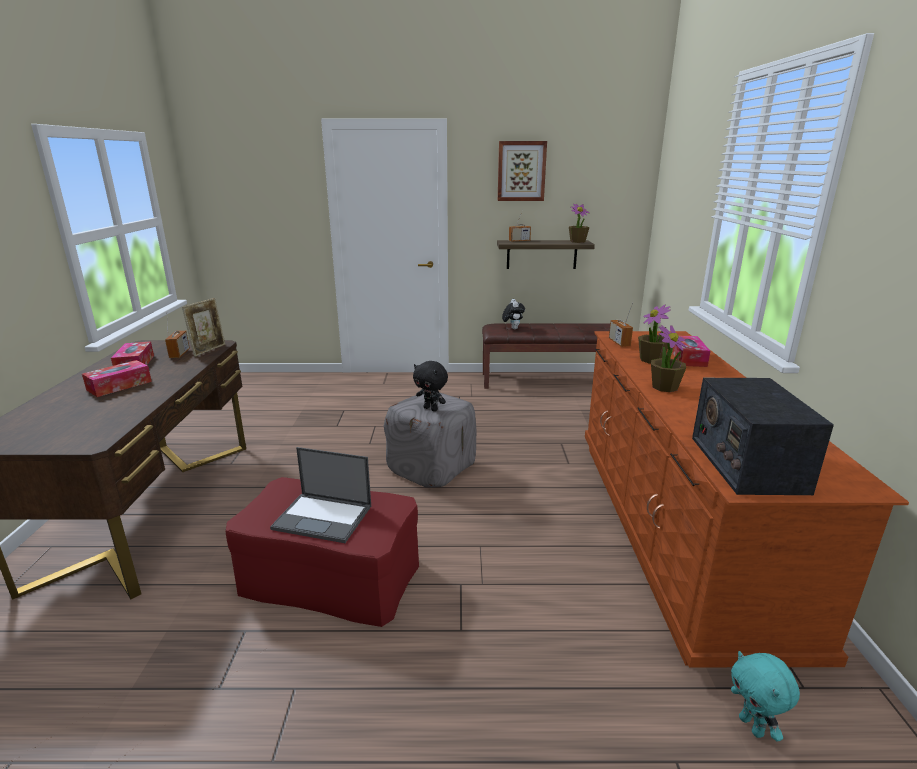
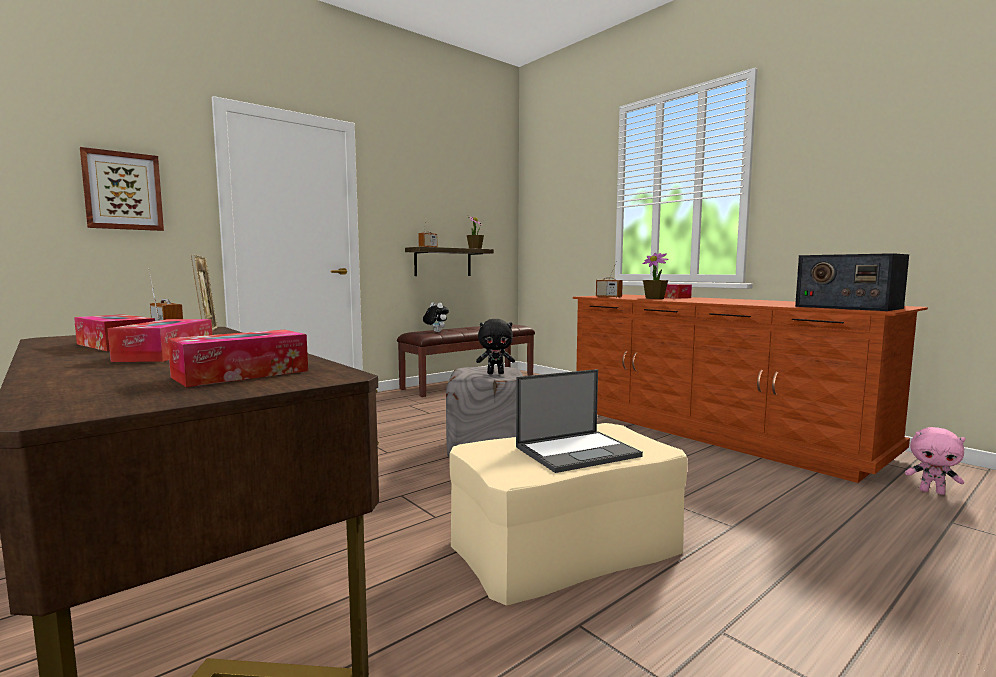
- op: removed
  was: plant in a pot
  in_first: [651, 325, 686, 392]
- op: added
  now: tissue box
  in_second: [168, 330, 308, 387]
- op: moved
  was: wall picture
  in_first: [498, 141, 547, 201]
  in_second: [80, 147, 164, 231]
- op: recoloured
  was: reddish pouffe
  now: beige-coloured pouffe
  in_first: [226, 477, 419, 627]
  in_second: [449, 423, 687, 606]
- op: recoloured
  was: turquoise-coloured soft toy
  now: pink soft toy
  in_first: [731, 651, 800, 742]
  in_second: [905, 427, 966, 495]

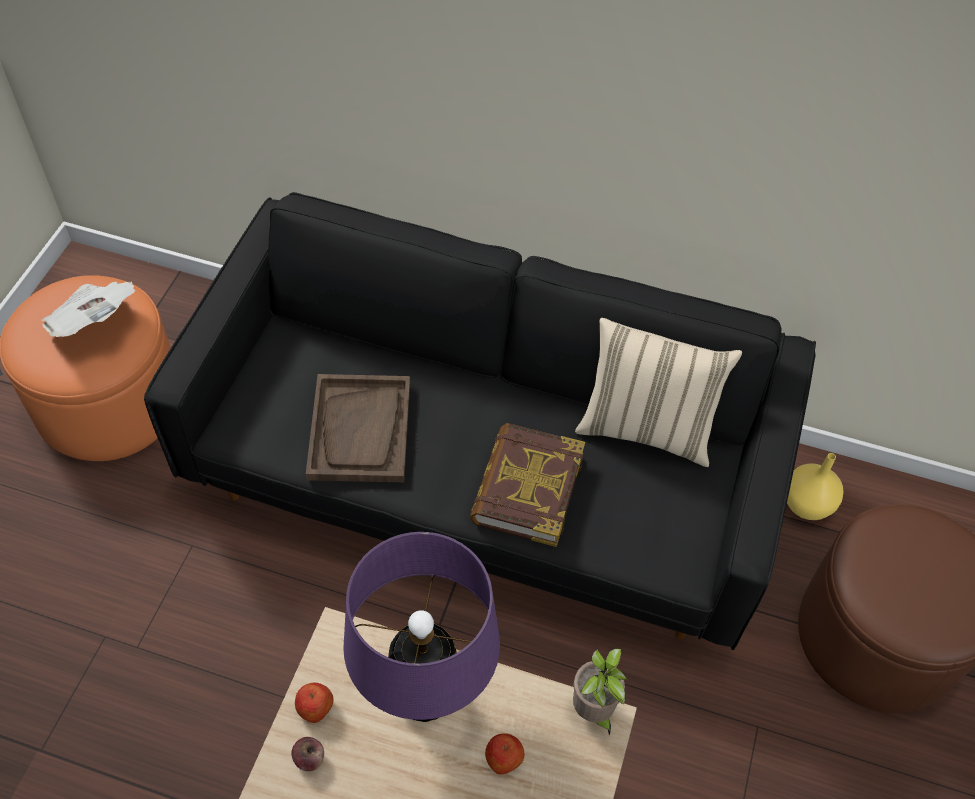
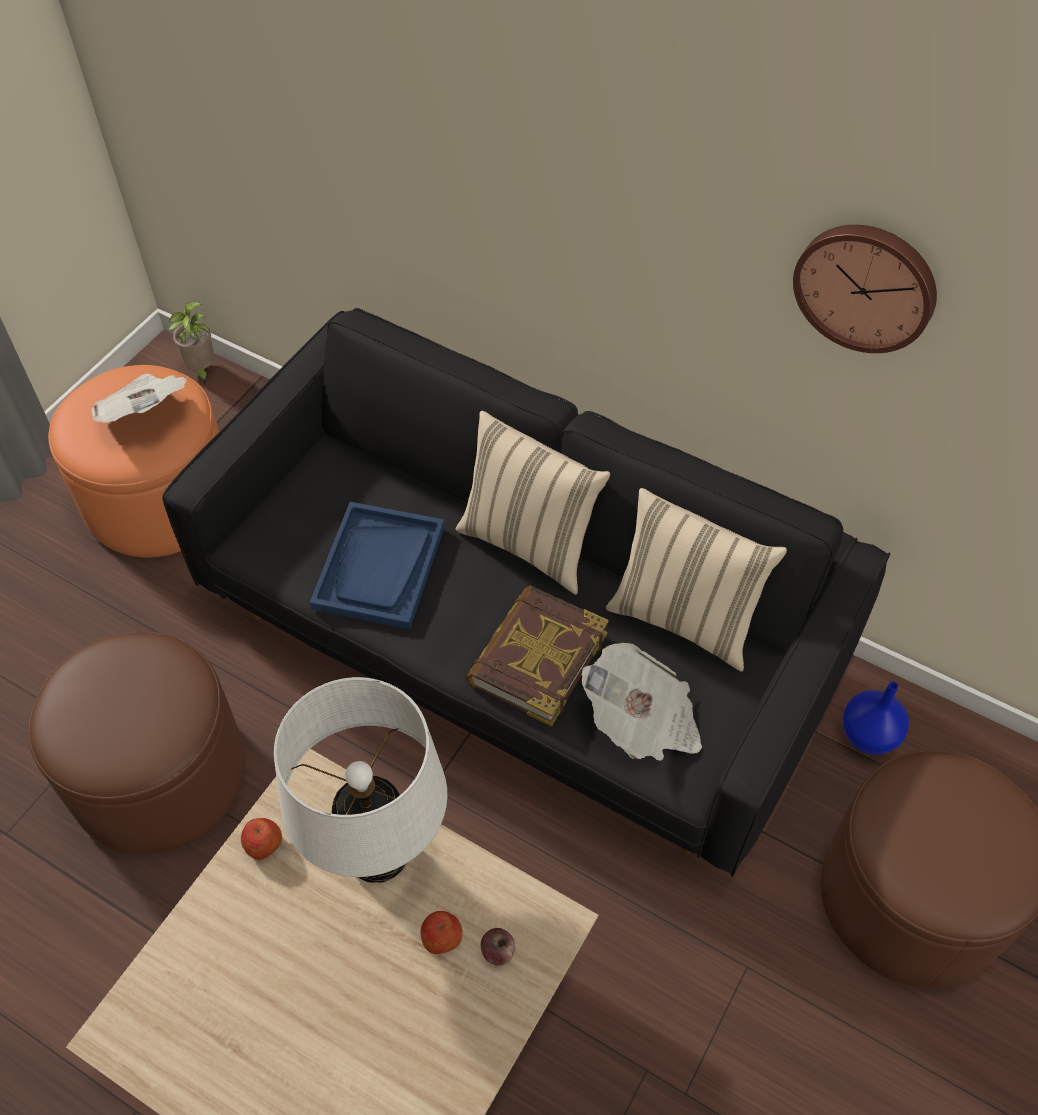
- op: added
  now: brown pouffe
  in_second: [28, 632, 245, 854]
- op: added
  now: beige-coloured throw pillow
  in_second: [456, 411, 610, 595]
- op: added
  now: newspaper
  in_second: [582, 643, 702, 761]
- op: added
  now: wall clock
  in_second: [793, 225, 937, 353]
- op: moved
  was: whole apple
  in_first: [291, 737, 324, 771]
  in_second: [481, 928, 515, 966]
- op: moved
  was: plant in a pot
  in_first: [573, 648, 627, 736]
  in_second: [168, 302, 215, 385]
- op: recoloured
  was: brown carrying tray
  now: blue carrying tray
  in_first: [306, 374, 410, 482]
  in_second: [310, 502, 445, 629]
- op: recoloured
  was: purplish tabletop lamp
  now: white-coloured tabletop lamp
  in_first: [343, 532, 500, 722]
  in_second: [274, 677, 447, 883]
- op: recoloured
  was: yellow-coloured flower vase
  now: blue flower vase
  in_first: [787, 453, 844, 520]
  in_second: [842, 682, 909, 755]

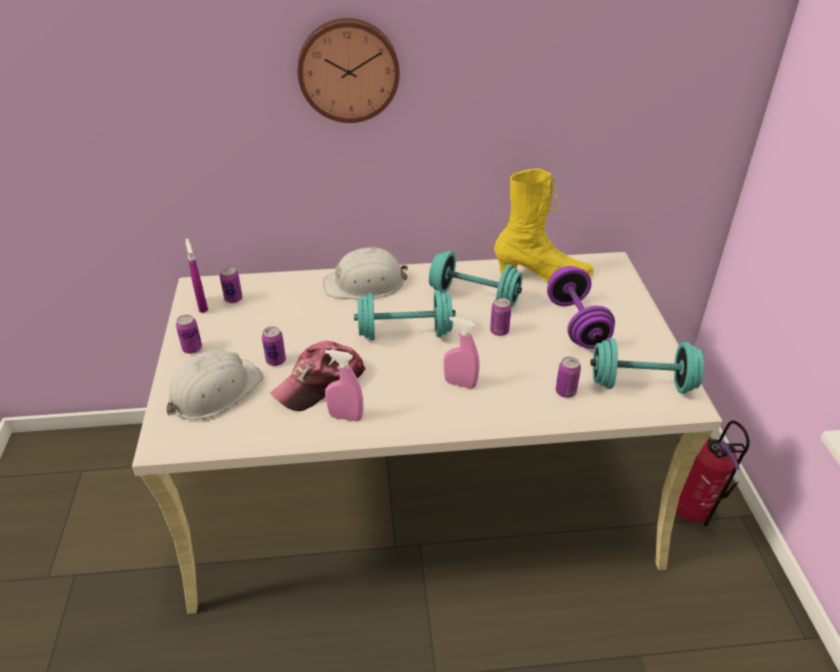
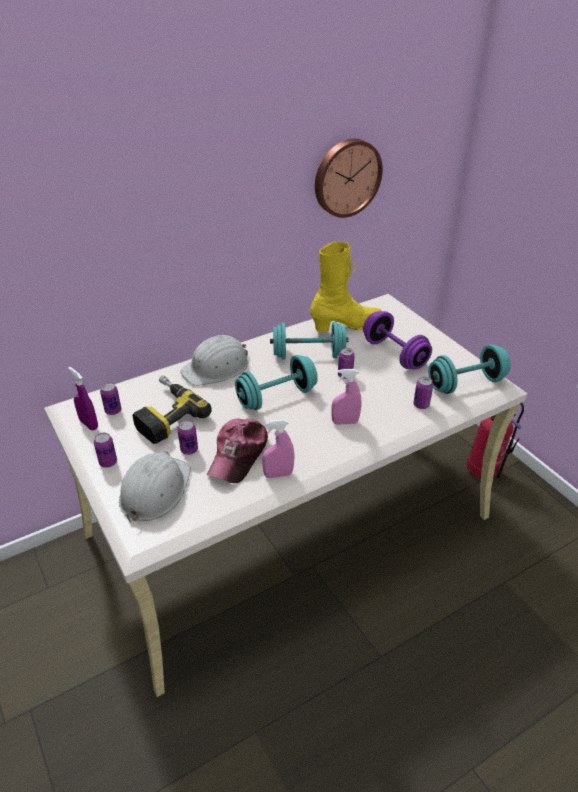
- op: added
  now: drill
  in_second: [133, 376, 212, 444]
- op: moved
  was: wall clock
  in_first: [298, 18, 400, 123]
  in_second: [315, 139, 383, 218]

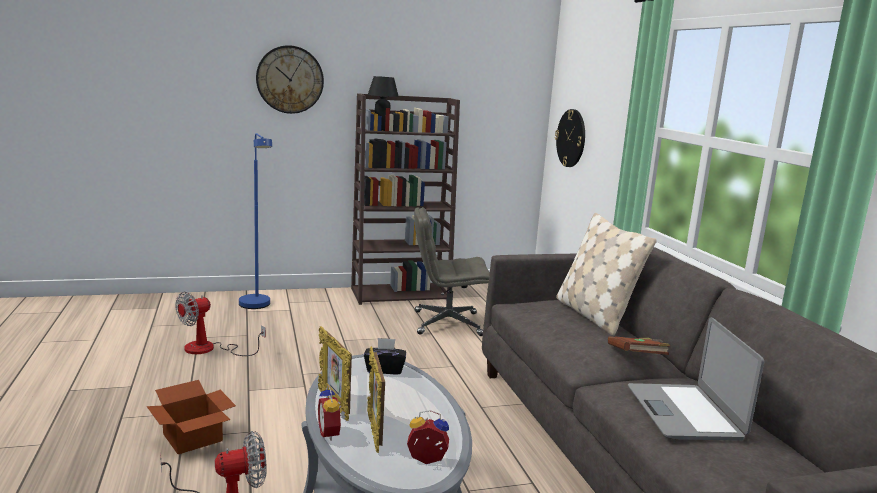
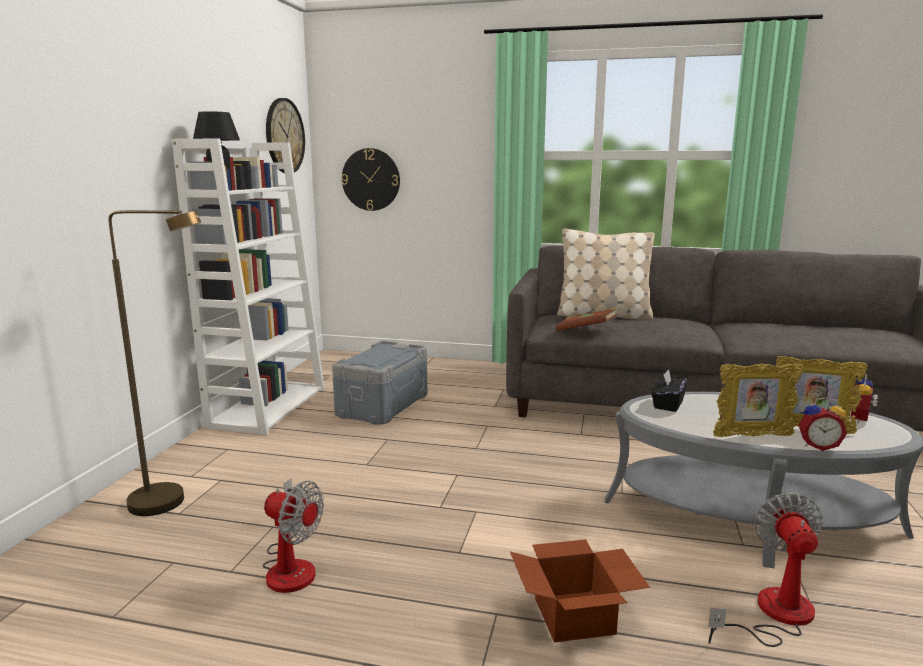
- op: removed
  was: notebook computer
  in_first: [628, 317, 764, 441]
- op: moved
  was: wall clock
  in_first: [256, 45, 324, 114]
  in_second: [266, 98, 305, 173]
- op: moved
  was: brown book
  in_first: [608, 336, 670, 355]
  in_second: [556, 307, 617, 331]
- op: replaced
  was: grey computer chair
  now: grey storage container
  in_first: [414, 207, 490, 336]
  in_second: [332, 341, 427, 425]
- op: recoloured
  was: blue floor lamp
  now: brown floor lamp
  in_first: [239, 133, 272, 309]
  in_second: [109, 210, 201, 516]
- op: recoloured
  was: brown bookshelf
  now: white-coloured bookshelf
  in_first: [351, 93, 460, 305]
  in_second: [172, 138, 325, 435]
- op: turned
  was: electric fan
  in_first: [176, 291, 266, 356]
  in_second: [263, 479, 324, 593]
  clockwise: -45

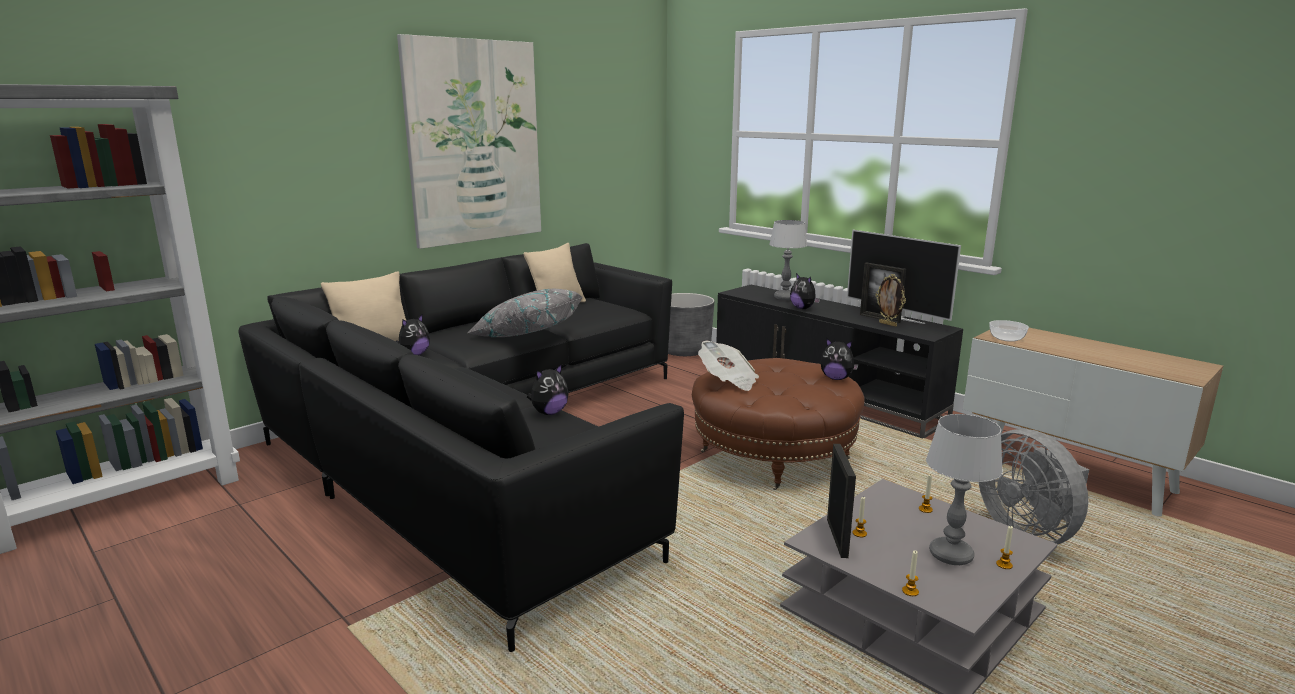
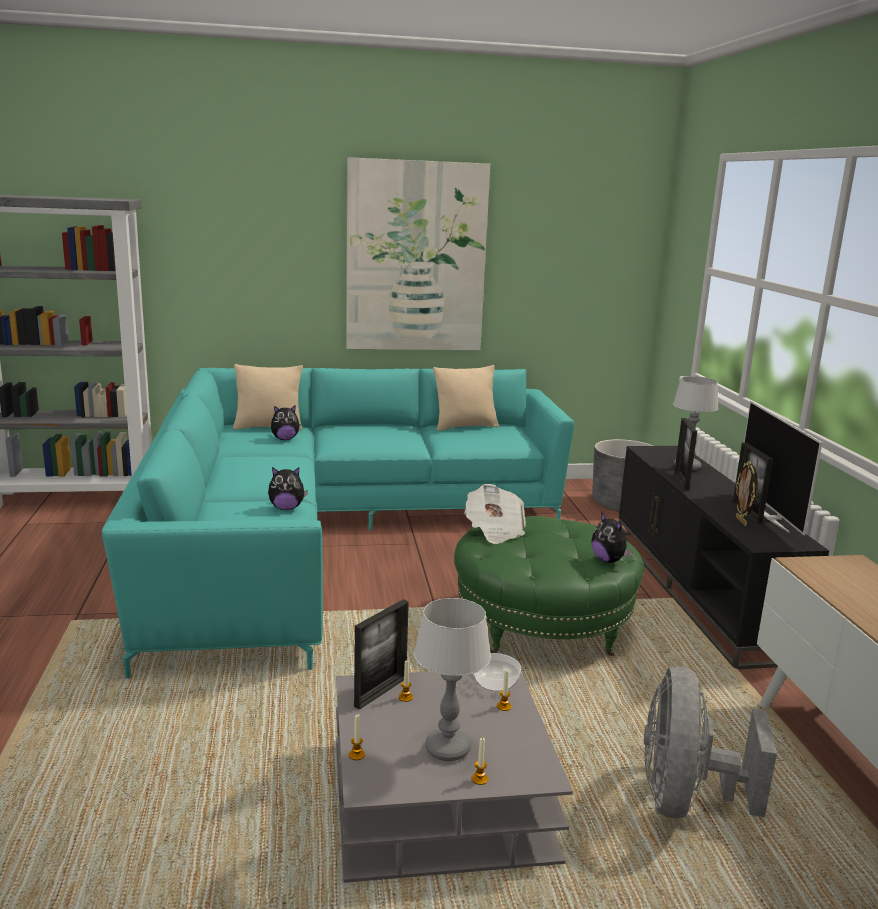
- op: removed
  was: grey throw pillow
  in_first: [468, 289, 583, 337]
- op: moved
  was: deep dish
  in_first: [989, 320, 1029, 342]
  in_second: [473, 653, 521, 691]
- op: replaced
  was: soft toy
  now: picture frame
  in_first: [790, 273, 820, 309]
  in_second: [674, 418, 697, 491]
- op: recoloured
  was: black-coloured couch
  now: turquoise-coloured couch
  in_first: [239, 243, 684, 652]
  in_second: [102, 368, 574, 679]
- op: recoloured
  was: brown pouffe
  now: greenish pouffe
  in_first: [692, 358, 865, 490]
  in_second: [454, 516, 644, 656]

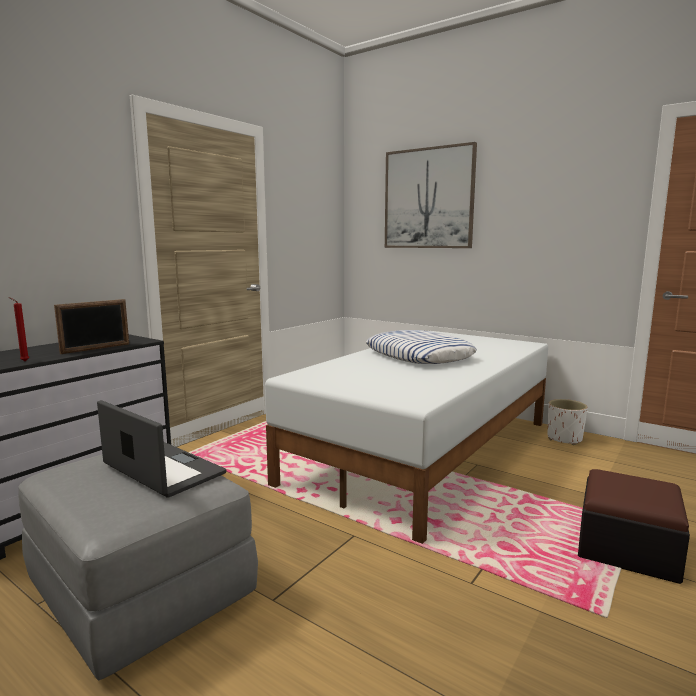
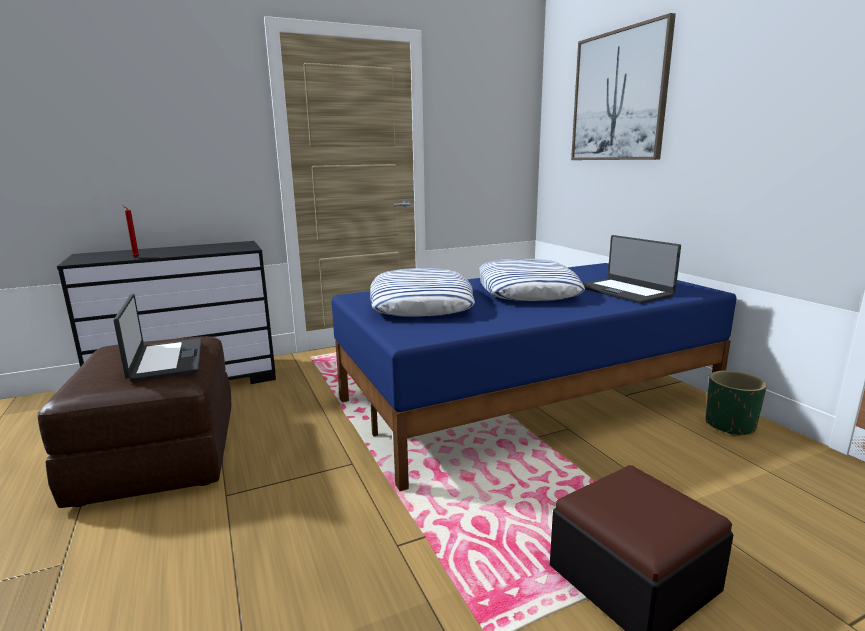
- op: removed
  was: picture frame
  in_first: [54, 299, 129, 354]
- op: added
  now: throw pillow
  in_second: [370, 268, 475, 317]
- op: added
  now: notebook computer
  in_second: [583, 235, 681, 304]
- op: recoloured
  was: grey pouffe
  now: brown pouffe
  in_first: [18, 455, 258, 681]
  in_second: [38, 336, 231, 508]
- op: recoloured
  was: white-coloured bed
  now: blue bed
  in_first: [265, 331, 548, 544]
  in_second: [332, 263, 736, 491]
- op: recoloured
  was: white-coloured flower pot
  now: greenish flower pot
  in_first: [548, 399, 588, 445]
  in_second: [706, 370, 767, 436]

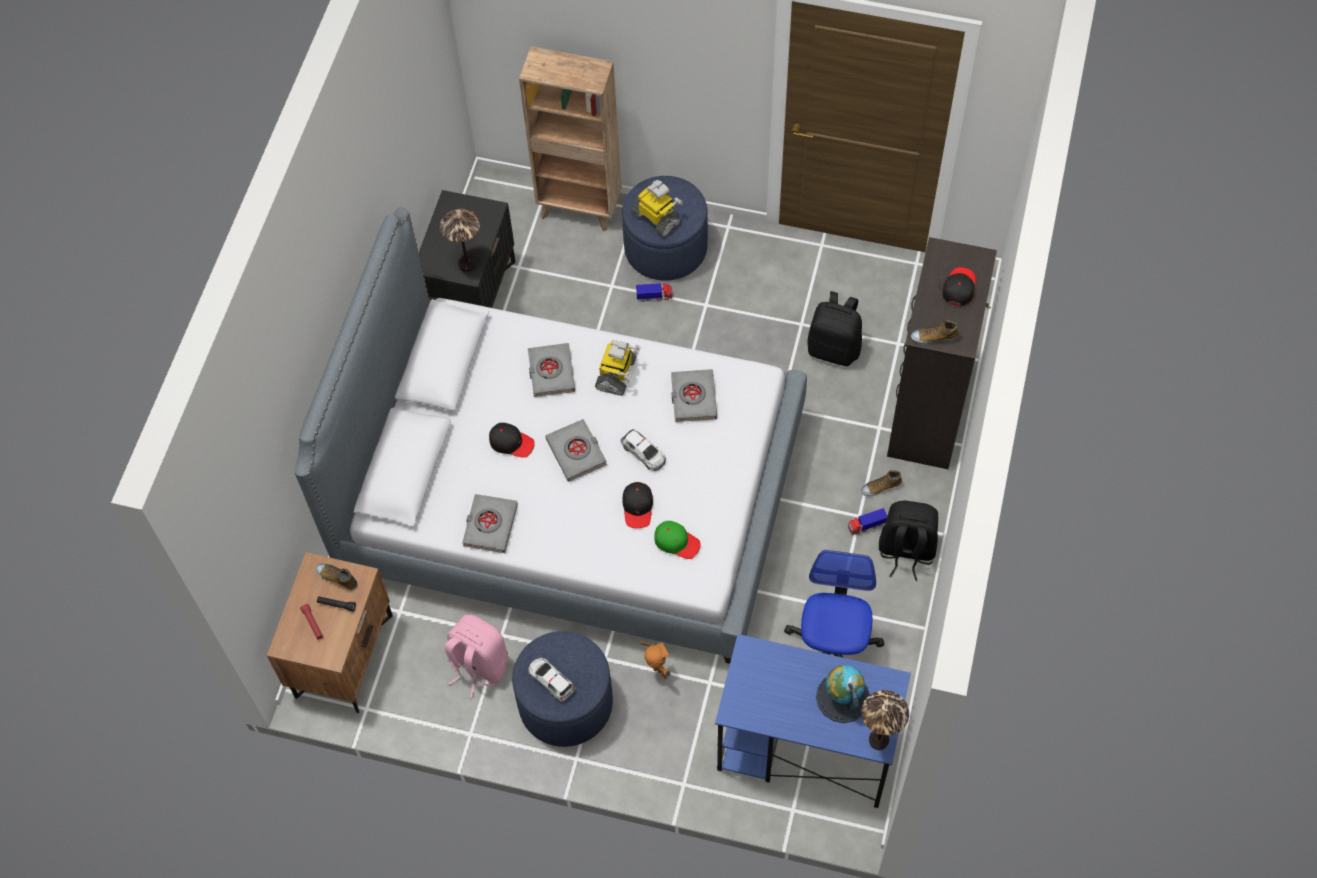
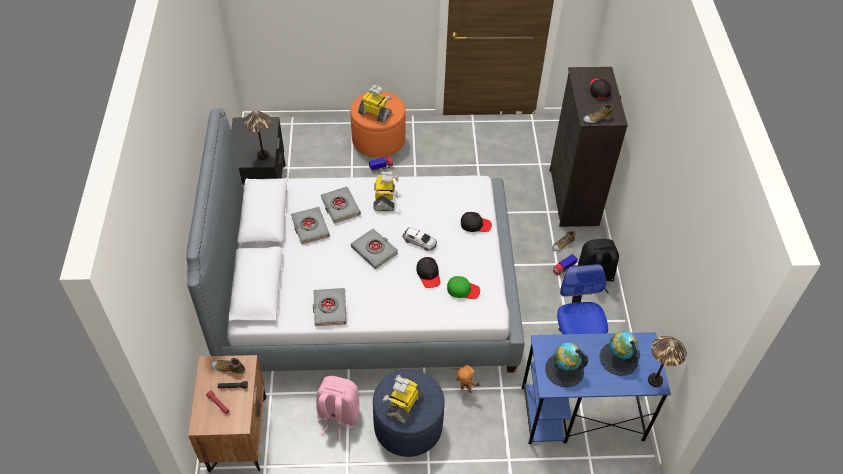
- op: removed
  was: brown bookshelf
  in_first: [519, 47, 622, 231]
- op: removed
  was: black-coloured knapsack
  in_first: [807, 291, 862, 366]
- op: added
  now: desk globe
  in_second: [545, 342, 588, 387]
- op: moved
  was: black-coloured peaked cap
  in_first: [489, 423, 535, 458]
  in_second: [461, 212, 492, 232]
- op: moved
  was: grey book
  in_first: [671, 369, 717, 422]
  in_second: [291, 207, 330, 244]
- op: replaced
  was: miniature car
  now: toy robot
  in_first: [528, 657, 575, 702]
  in_second: [382, 375, 423, 424]
- op: recoloured
  was: blue pouffe
  now: orangey pouffe
  in_first: [622, 176, 708, 281]
  in_second: [350, 91, 406, 158]

